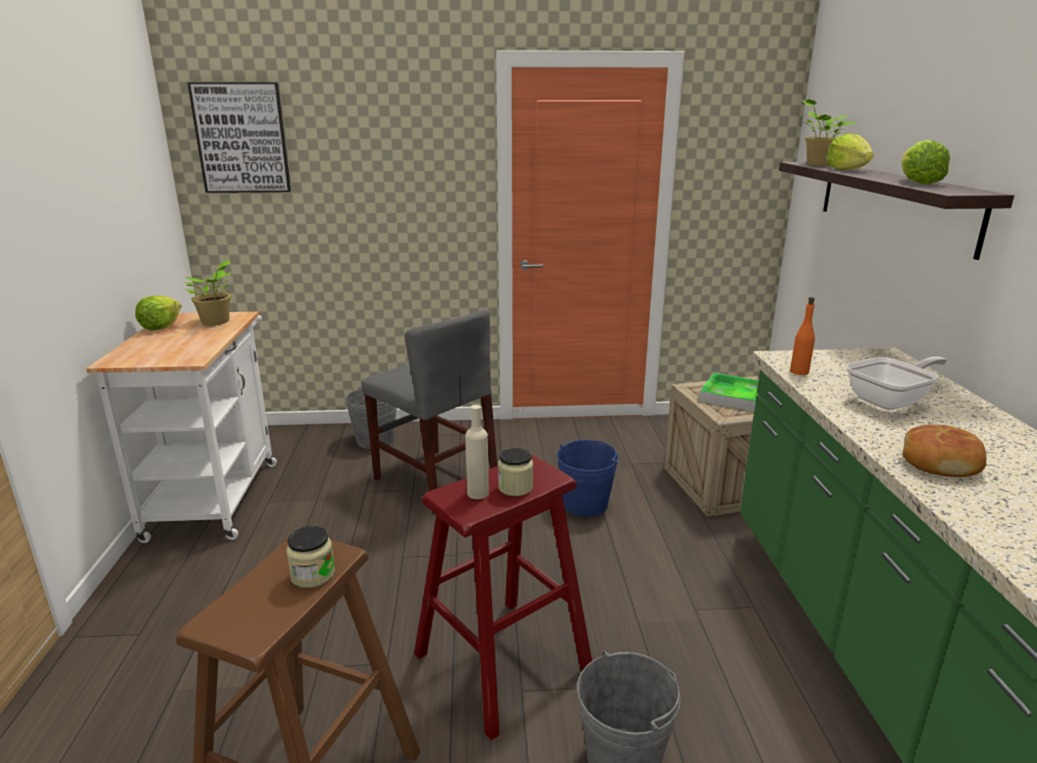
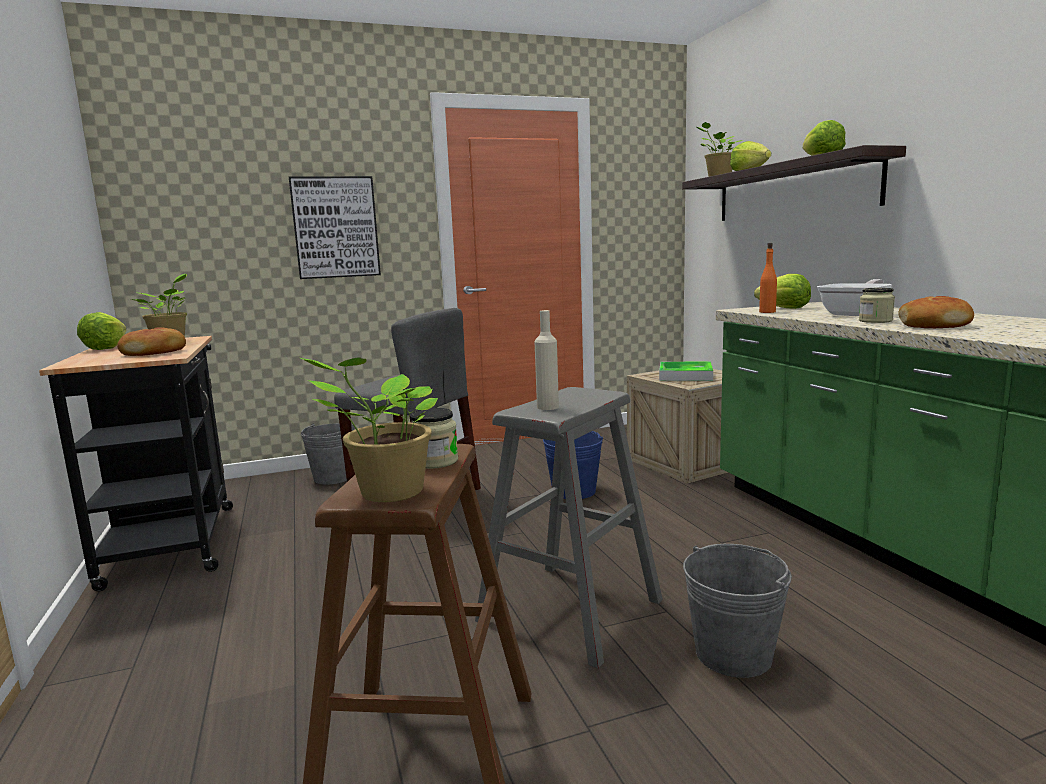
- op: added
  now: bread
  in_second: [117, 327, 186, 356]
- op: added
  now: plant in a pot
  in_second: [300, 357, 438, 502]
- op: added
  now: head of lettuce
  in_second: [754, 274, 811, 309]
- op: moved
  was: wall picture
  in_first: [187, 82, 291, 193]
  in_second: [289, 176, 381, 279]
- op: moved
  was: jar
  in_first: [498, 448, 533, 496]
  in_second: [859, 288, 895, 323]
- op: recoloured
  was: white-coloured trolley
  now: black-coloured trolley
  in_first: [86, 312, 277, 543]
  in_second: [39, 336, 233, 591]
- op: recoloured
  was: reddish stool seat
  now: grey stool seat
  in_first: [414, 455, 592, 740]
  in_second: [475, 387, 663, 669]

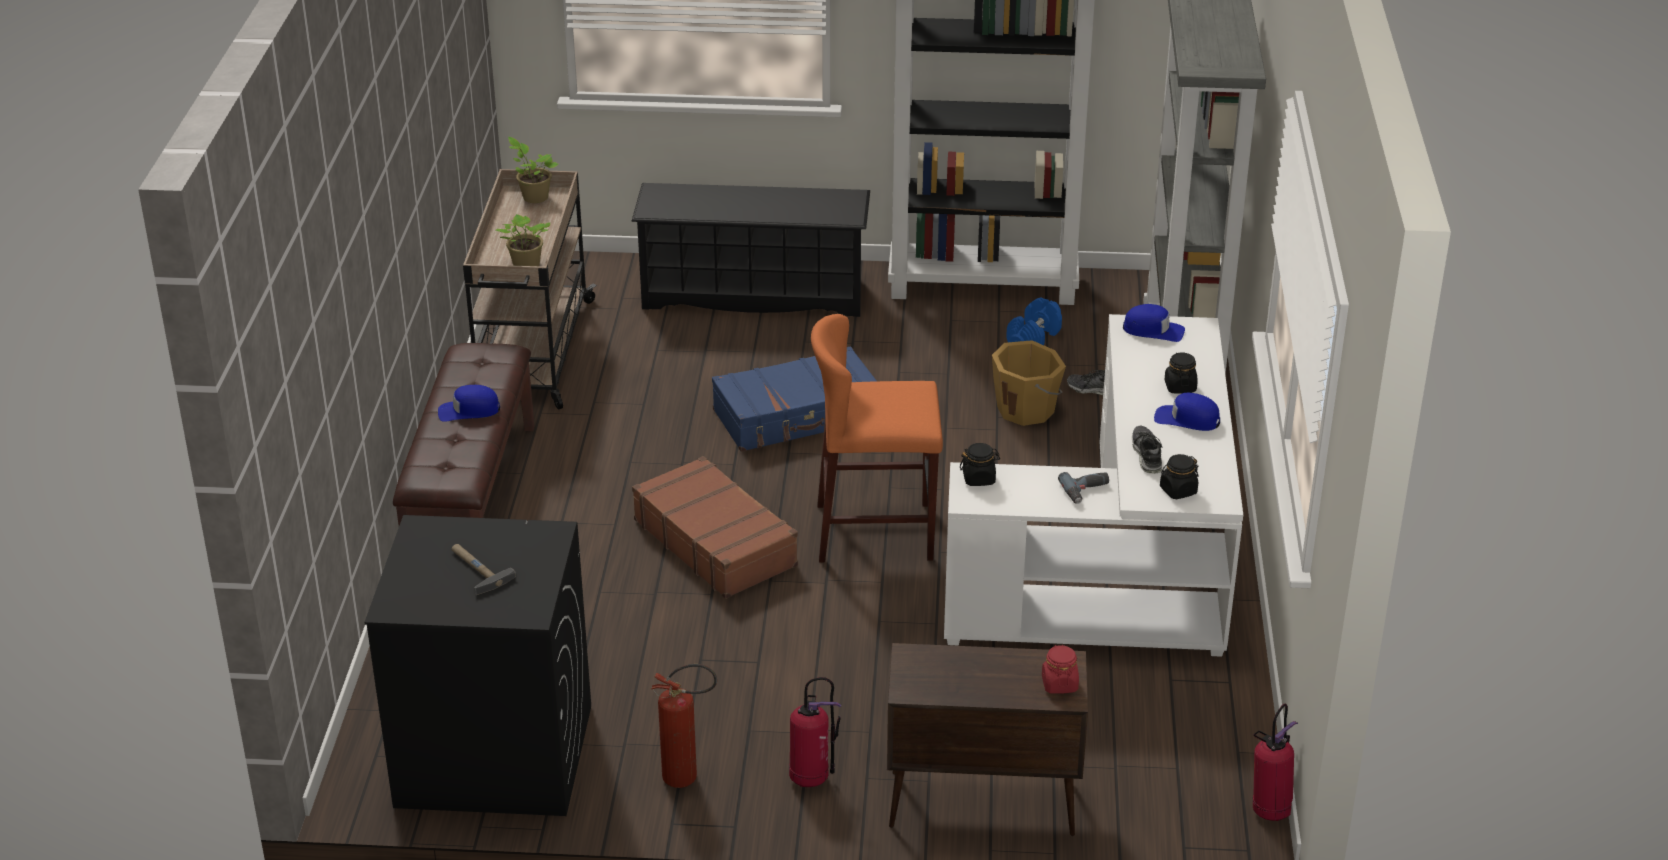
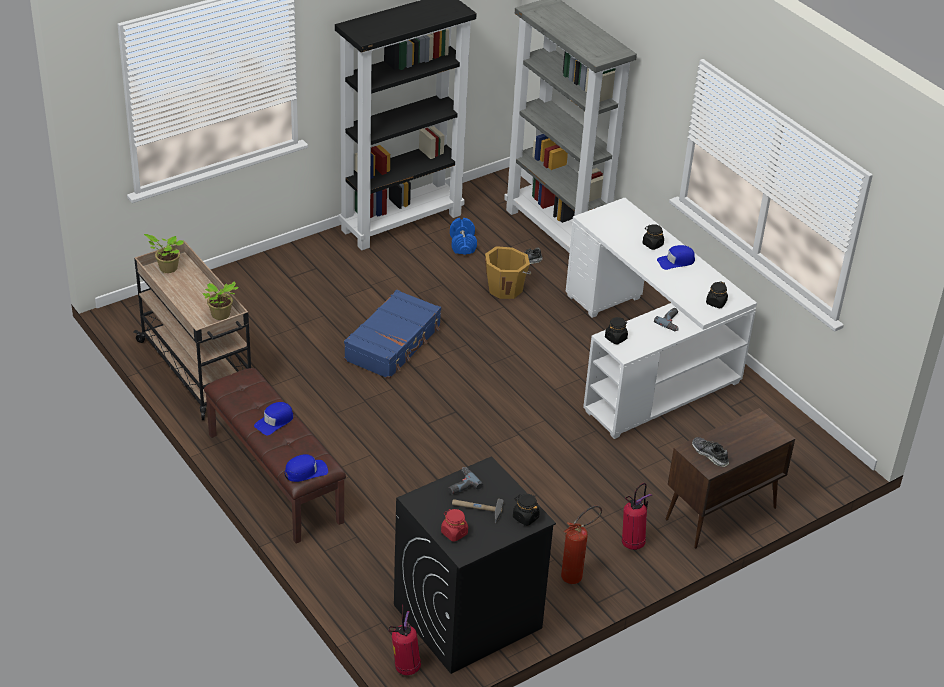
- op: removed
  was: black-coloured shoe shelf
  in_first: [631, 183, 870, 317]
- op: removed
  was: brown suitcase
  in_first: [632, 456, 798, 599]
- op: removed
  was: orangey stool seat
  in_first: [811, 314, 943, 563]
- op: added
  now: drill
  in_second: [448, 467, 483, 494]
- op: added
  now: black-coloured jar
  in_second: [513, 494, 540, 526]
- op: moved
  was: reddish jar
  in_first: [1042, 644, 1079, 694]
  in_second: [441, 509, 468, 542]
- op: moved
  was: blue peaked cap
  in_first: [1123, 304, 1185, 342]
  in_second: [284, 454, 328, 482]
- op: moved
  was: low shoe
  in_first: [1132, 426, 1163, 474]
  in_second: [692, 437, 729, 467]
- op: moved
  was: extinguisher
  in_first: [1253, 704, 1298, 821]
  in_second: [388, 604, 421, 675]

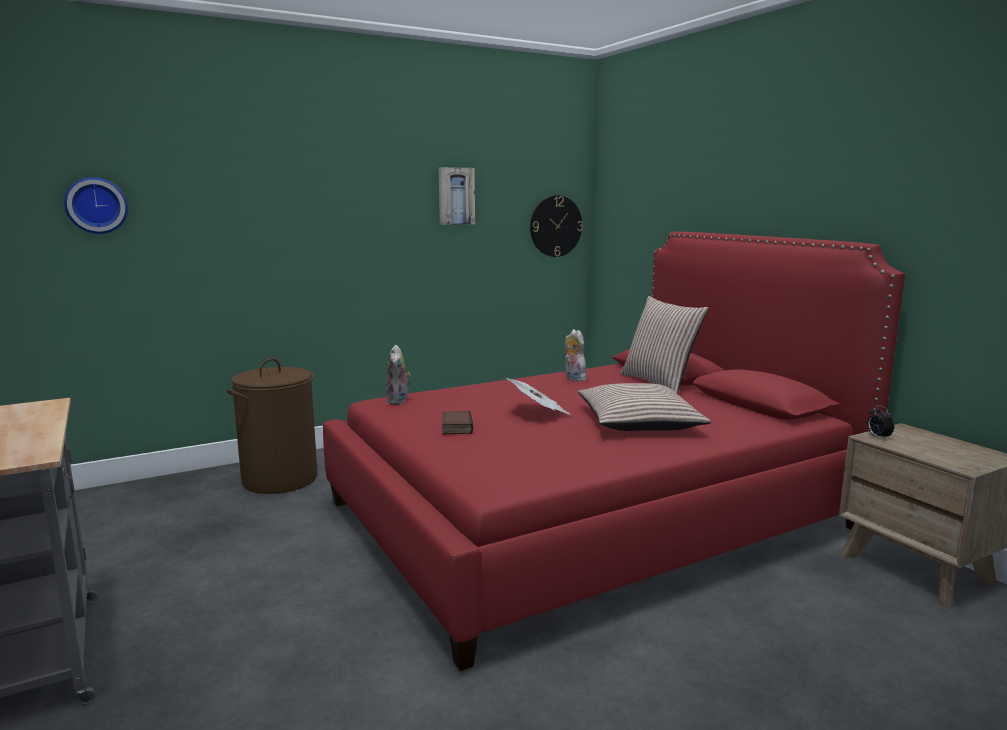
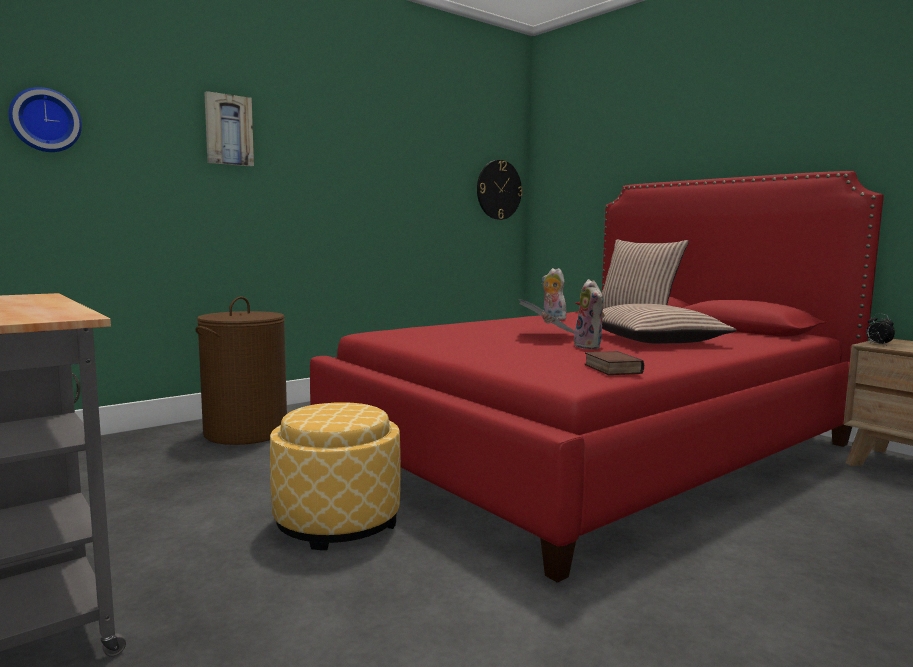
- op: added
  now: pouffe
  in_second: [270, 402, 401, 550]
- op: moved
  was: soft toy
  in_first: [386, 345, 411, 405]
  in_second: [574, 279, 605, 349]
- op: moved
  was: wall picture
  in_first: [439, 167, 475, 225]
  in_second: [204, 91, 254, 166]
- op: moved
  was: book
  in_first: [442, 411, 473, 434]
  in_second: [584, 351, 644, 375]

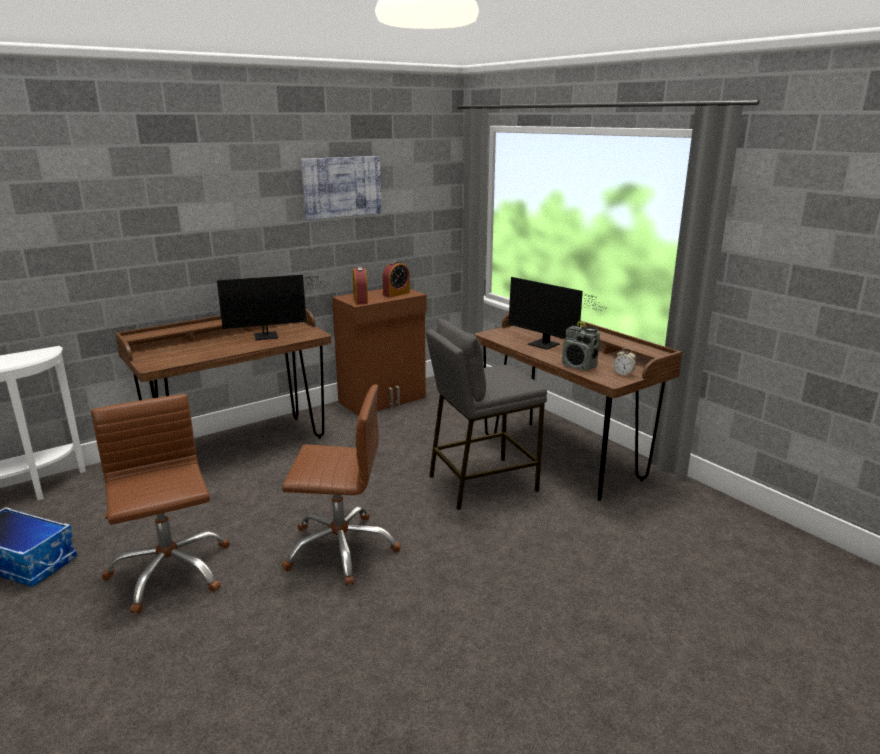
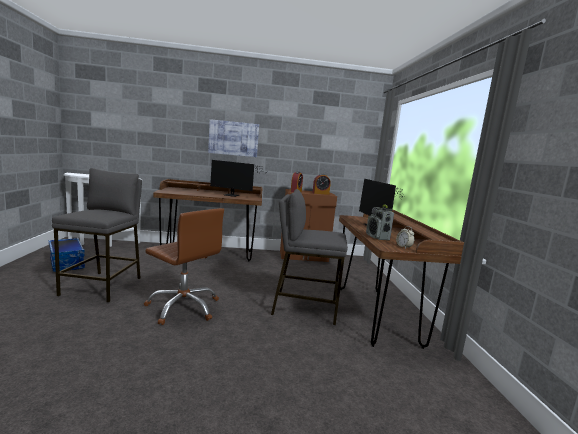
- op: moved
  was: wall picture
  in_first: [301, 156, 382, 220]
  in_second: [208, 119, 259, 157]
- op: replaced
  was: brown computer chair
  now: grey stool seat
  in_first: [91, 394, 230, 614]
  in_second: [52, 168, 142, 303]

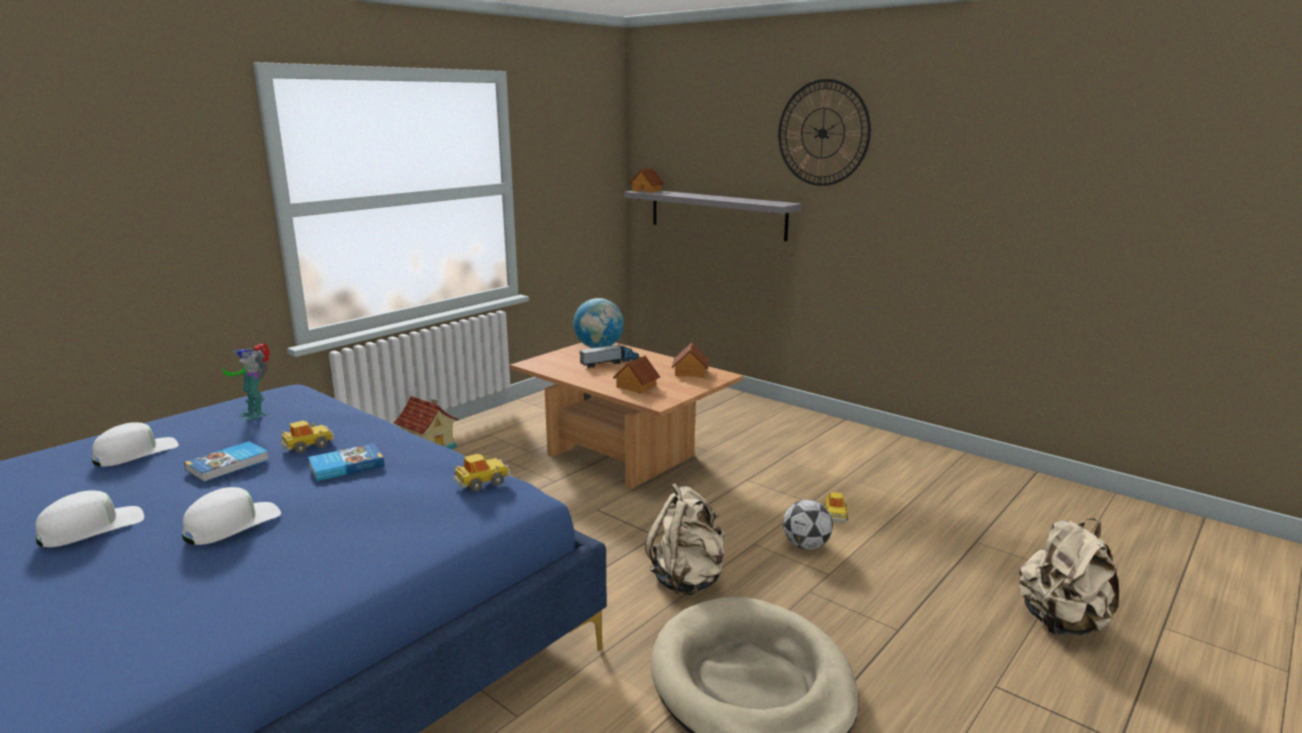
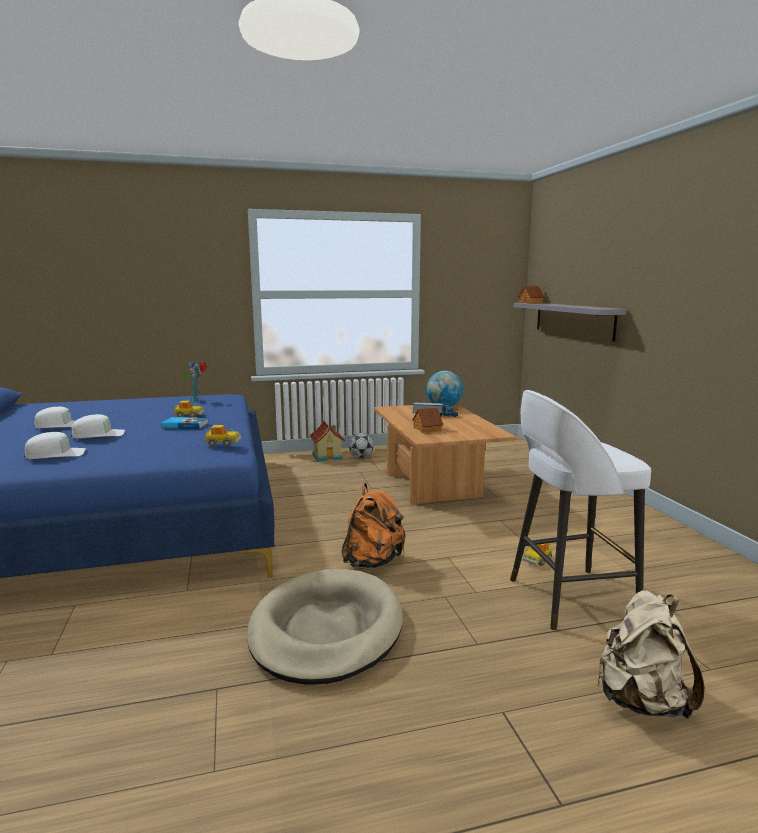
- op: removed
  was: book
  in_first: [184, 441, 269, 482]
- op: removed
  was: miniature house
  in_first: [672, 342, 709, 377]
- op: removed
  was: wall clock
  in_first: [778, 79, 871, 186]
- op: added
  now: white-coloured stool seat
  in_second: [510, 390, 651, 631]
- op: moved
  was: white-coloured peaked cap
  in_first: [92, 422, 179, 466]
  in_second: [24, 432, 86, 459]
- op: moved
  was: football
  in_first: [783, 500, 833, 550]
  in_second: [349, 433, 374, 458]
- op: recoloured
  was: beige-coloured knapsack
  now: orangey knapsack
  in_first: [645, 483, 725, 595]
  in_second: [341, 483, 406, 568]

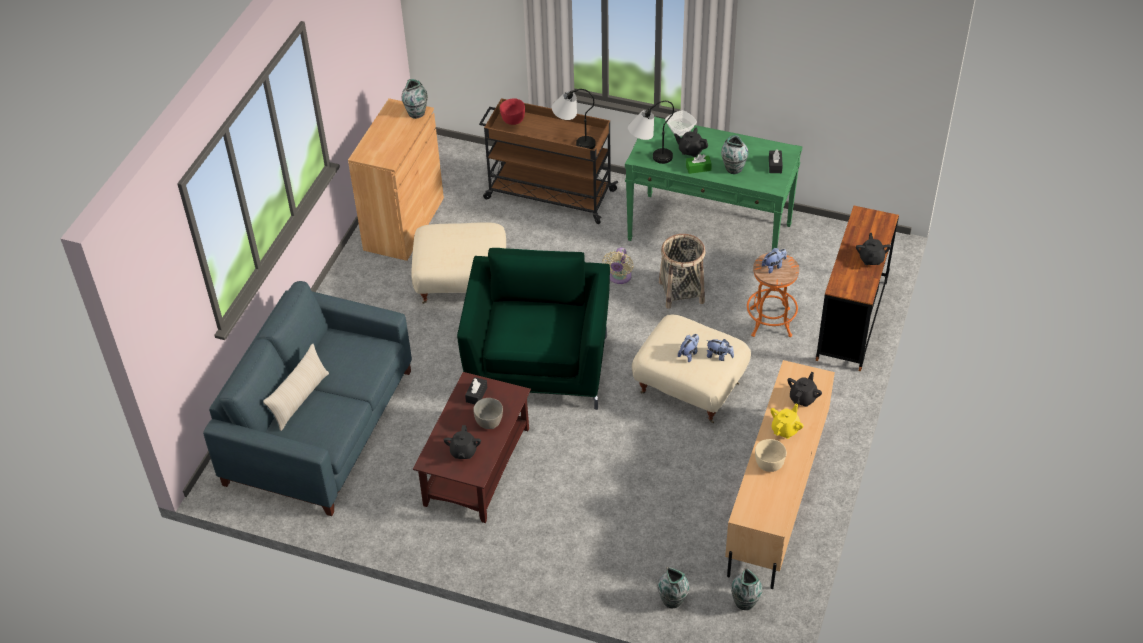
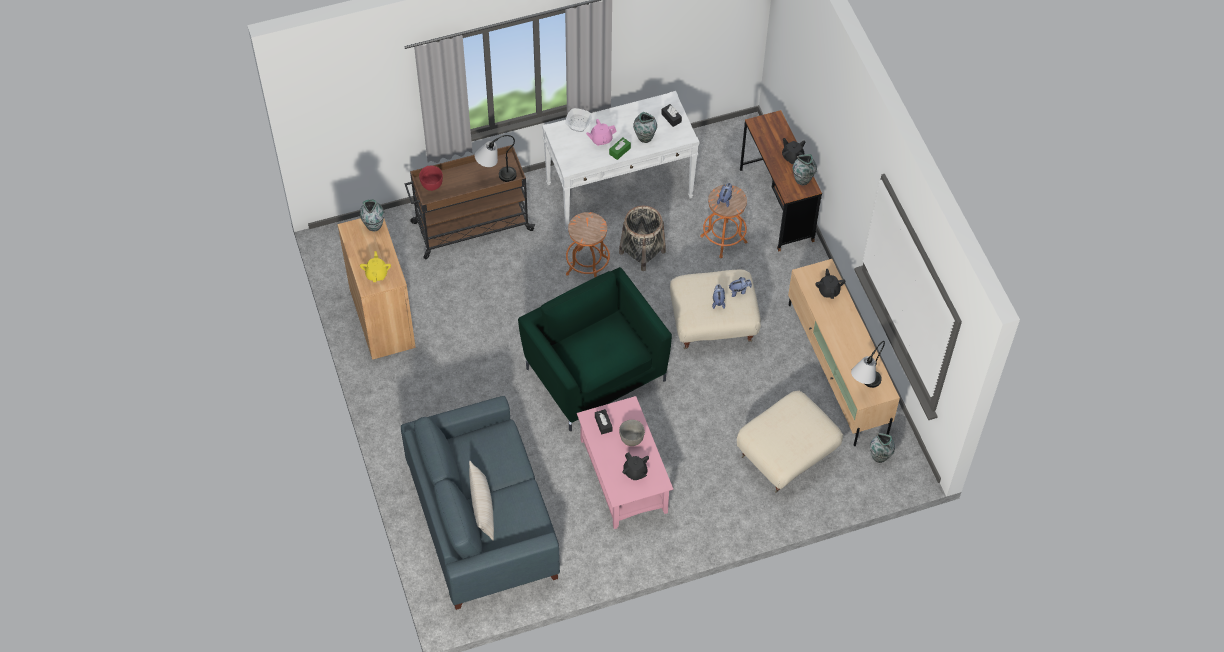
- op: removed
  was: beige-coloured deep dish
  in_first: [755, 439, 787, 472]
- op: moved
  was: beige-coloured pouffe
  in_first: [411, 222, 506, 304]
  in_second: [737, 391, 843, 493]
- op: moved
  was: tabletop lamp
  in_first: [628, 101, 674, 164]
  in_second: [851, 341, 885, 388]
- op: moved
  was: flower vase
  in_first: [657, 567, 689, 608]
  in_second: [793, 154, 817, 185]
- op: moved
  was: yellow-coloured pot for tea
  in_first: [770, 404, 804, 439]
  in_second: [360, 251, 391, 282]
- op: replaced
  was: beige-coloured electric fan
  now: orangey stool seat
  in_first: [602, 248, 633, 284]
  in_second: [566, 212, 610, 277]
- op: recoloured
  was: brown low table
  now: pink low table
  in_first: [413, 372, 531, 523]
  in_second: [577, 396, 673, 529]
- op: recoloured
  was: greenish narrow table
  now: white-coloured narrow table
  in_first: [625, 116, 802, 250]
  in_second: [542, 91, 700, 232]
- op: recoloured
  was: black-coloured pot for tea
  now: pink pot for tea
  in_first: [674, 128, 708, 157]
  in_second: [586, 119, 617, 146]

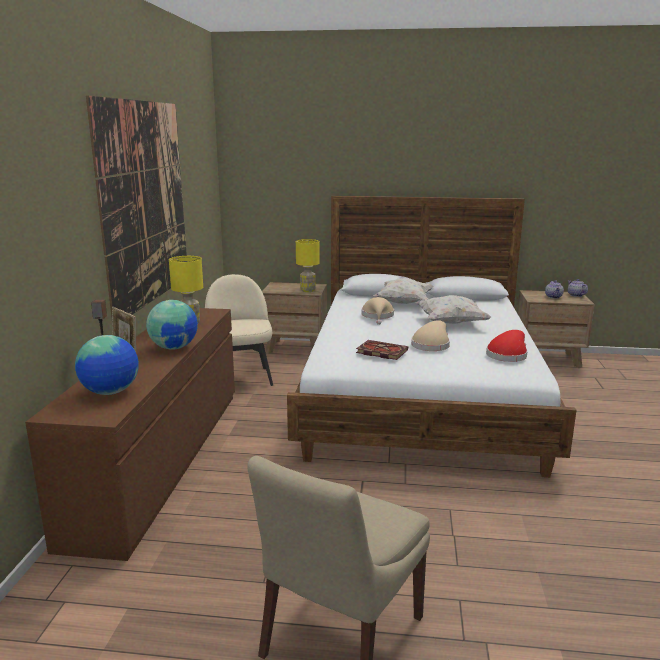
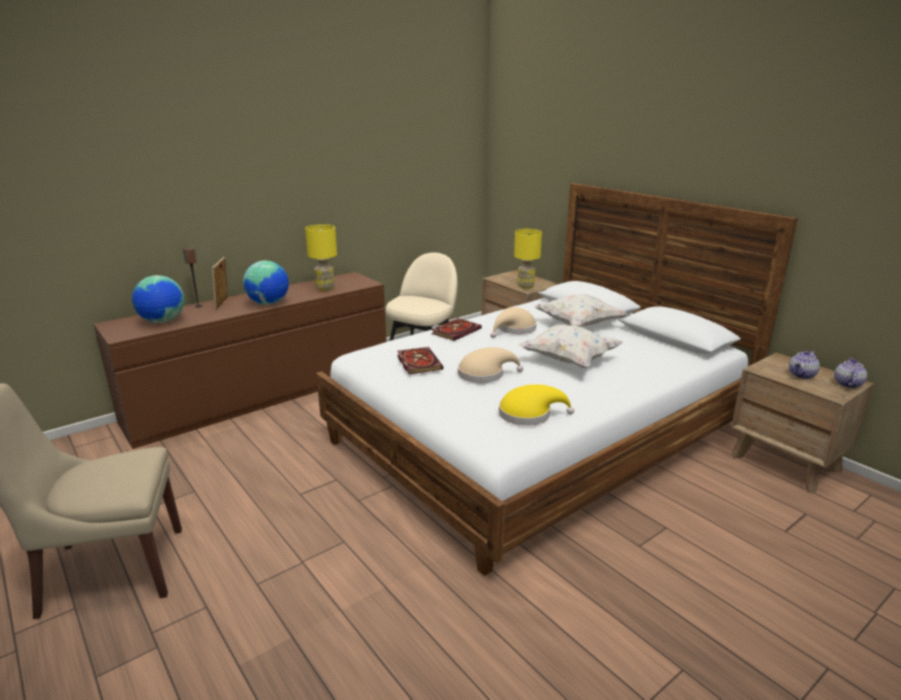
- op: removed
  was: wall picture
  in_first: [86, 96, 187, 318]
- op: added
  now: book
  in_second: [431, 318, 482, 341]
- op: recoloured
  was: reddish wearable hat
  now: yellow-coloured wearable hat
  in_first: [486, 330, 528, 362]
  in_second: [499, 384, 574, 426]

